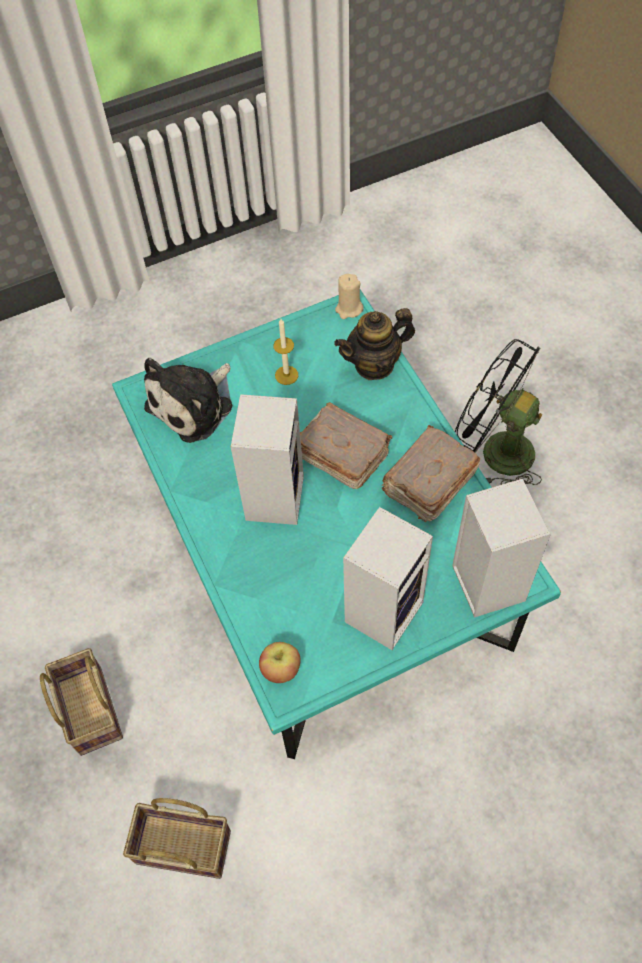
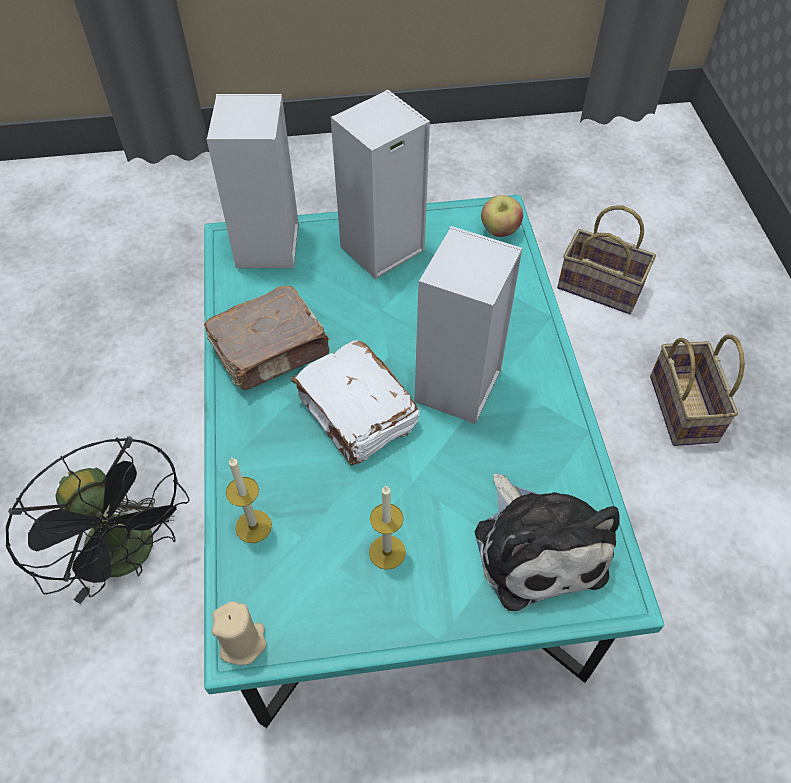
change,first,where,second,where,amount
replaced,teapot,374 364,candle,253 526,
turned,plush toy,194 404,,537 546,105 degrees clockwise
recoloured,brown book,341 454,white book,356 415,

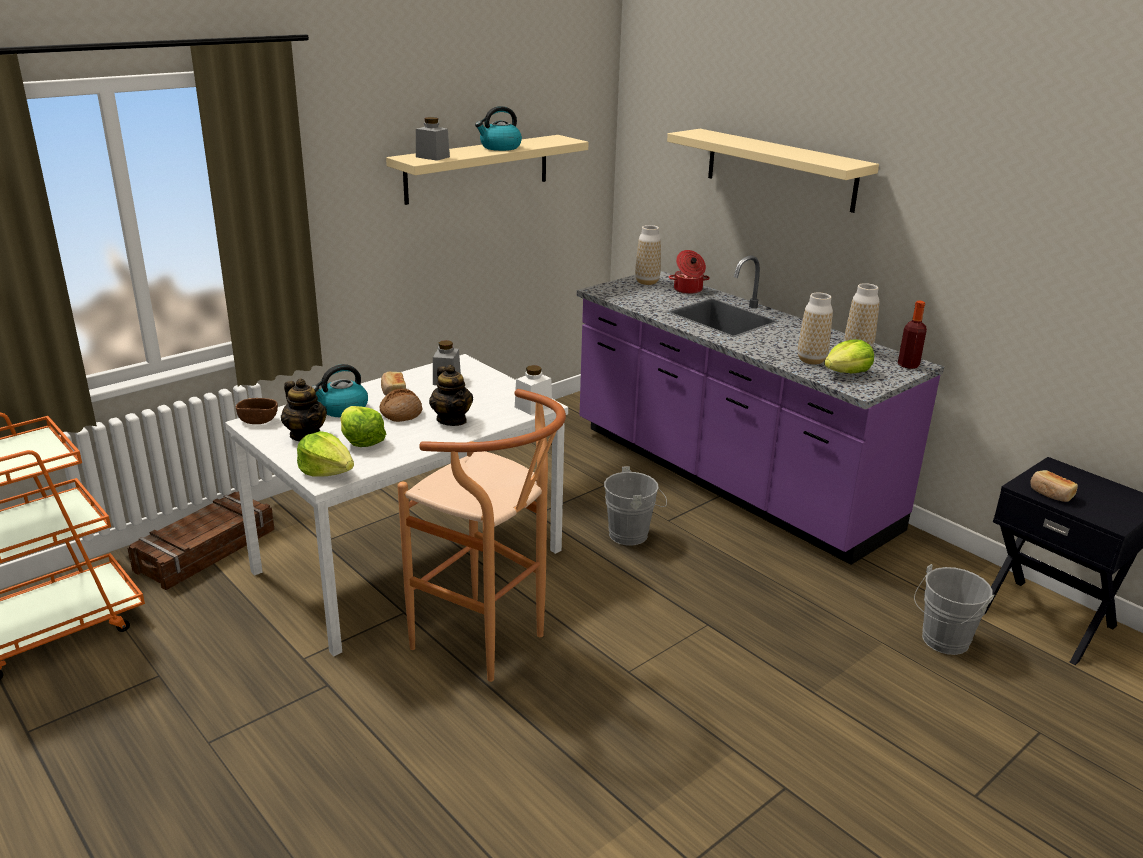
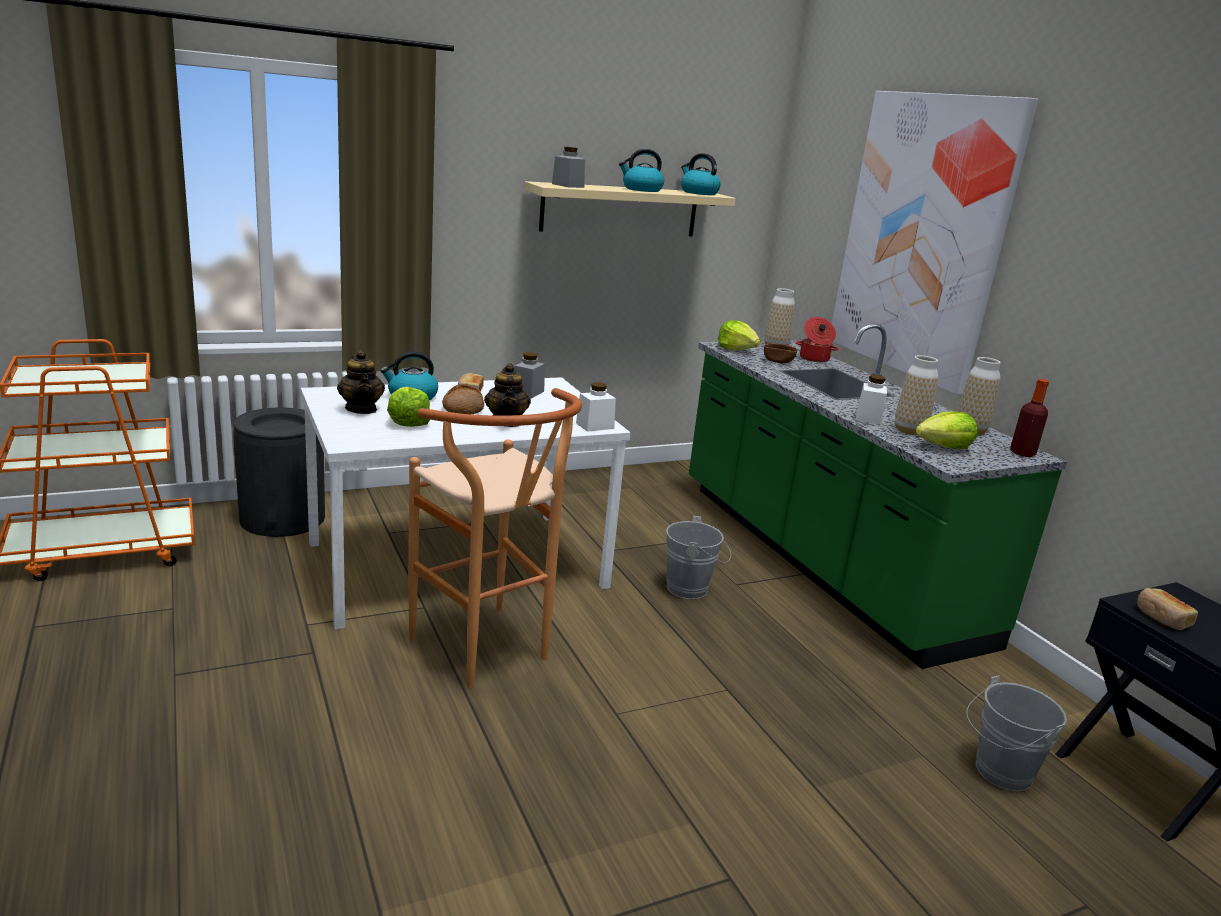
change,first,where,second,where,amount
replaced,beige shelf,780 169,picture,922 237,
recoloured,purple counter,727 478,green counter,820 560,
moved,brown bowl,258 420,,778 361,
moved,lettuce,327 471,,737 349,
replaced,crate,207 551,black trash can,283 518,
added,,,kettle,698 193,
added,,,white jar,868 418,

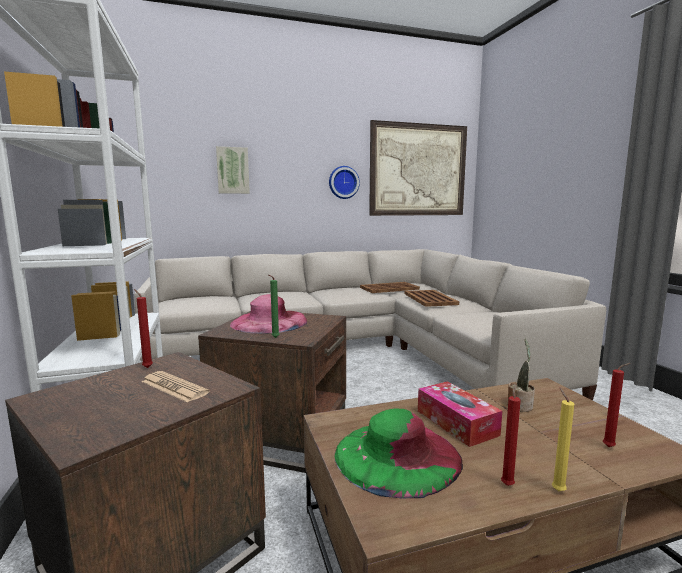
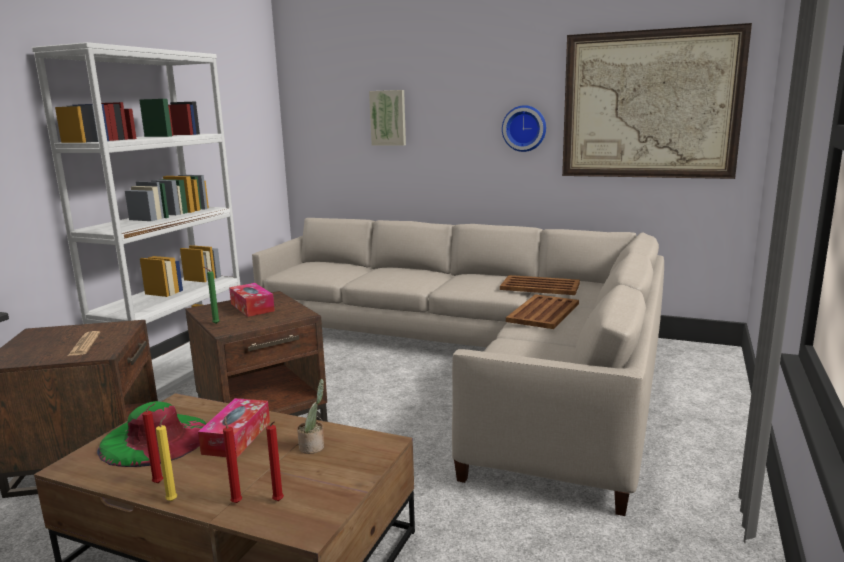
change,first,where,second,where,amount
moved,red candle,146 367,,236 502,
replaced,pink hat,269 322,tissue box,252 307,

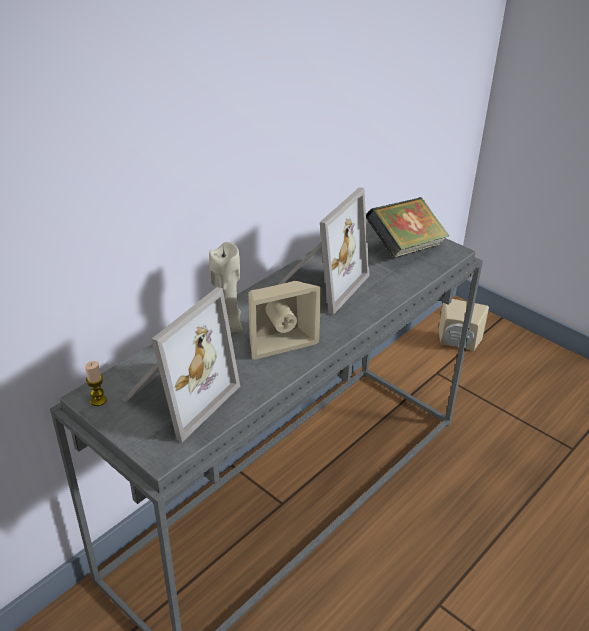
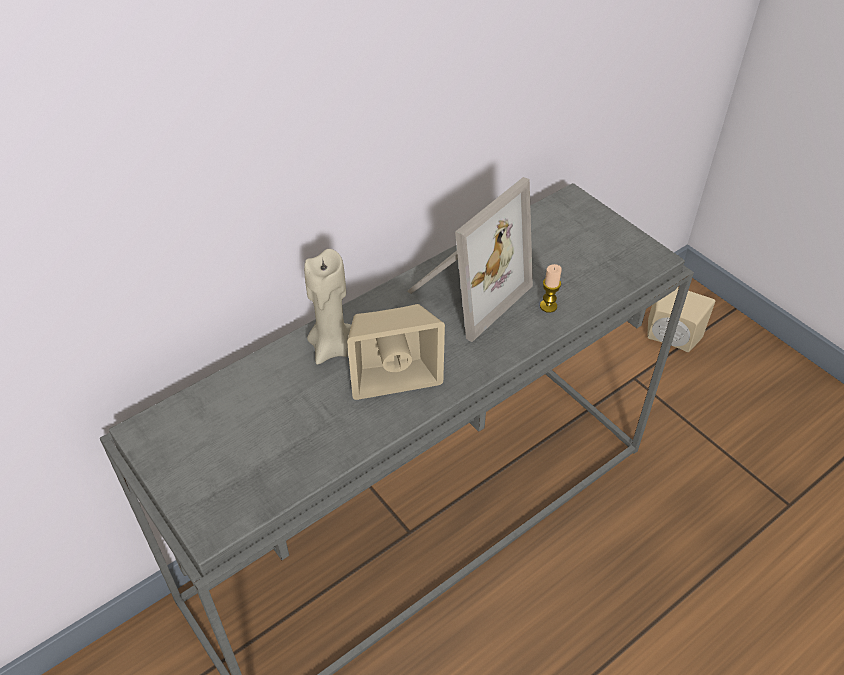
change,first,where,second,where,amount
removed,book,405 248,,,
removed,picture frame,177 395,,,
moved,candle,98 400,,548 306,

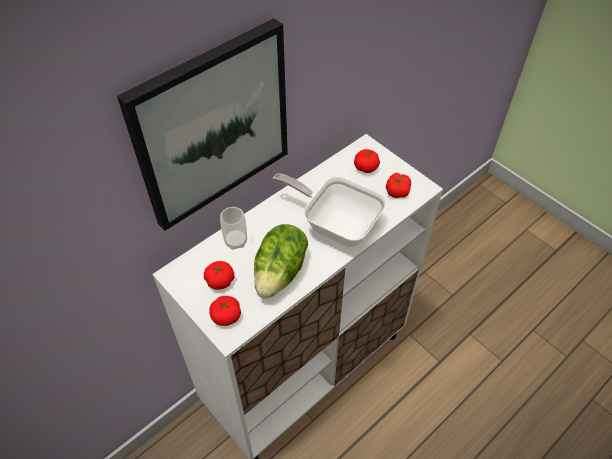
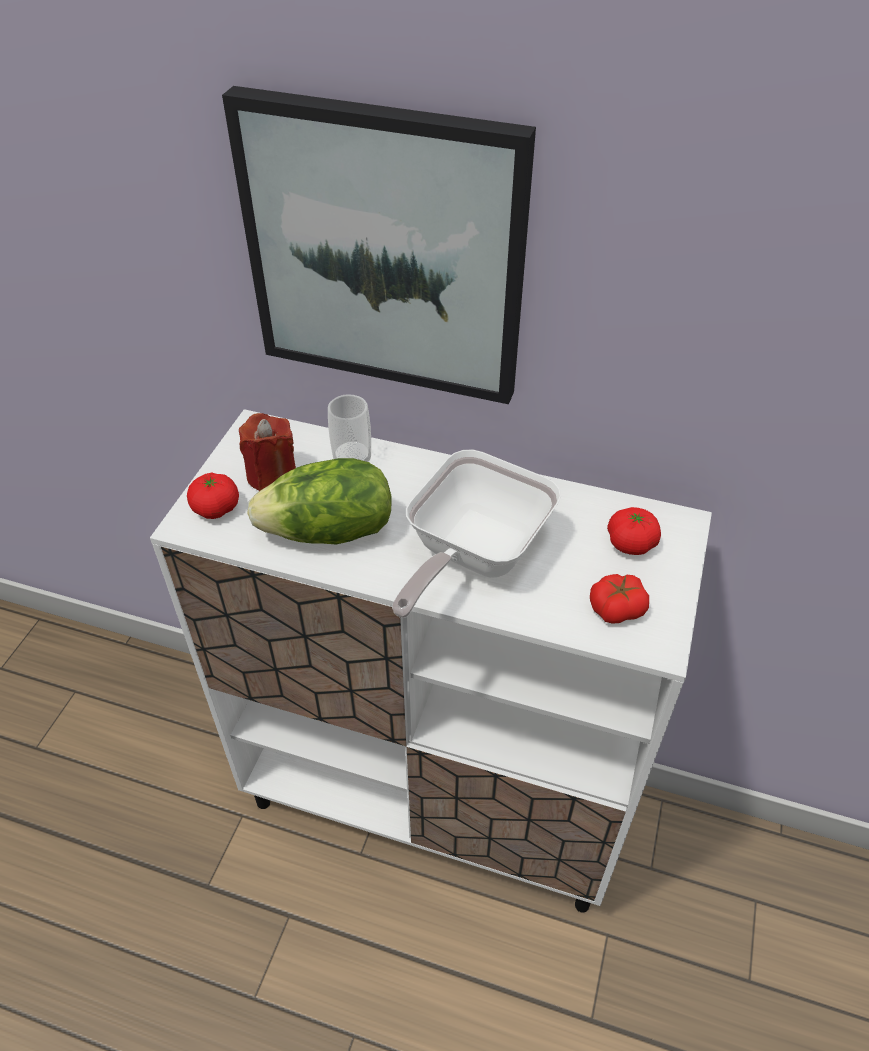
change,first,where,second,where,amount
turned,frying pan,336 224,,471 556,150 degrees counterclockwise
replaced,tomato,220 281,red candle,272 475,

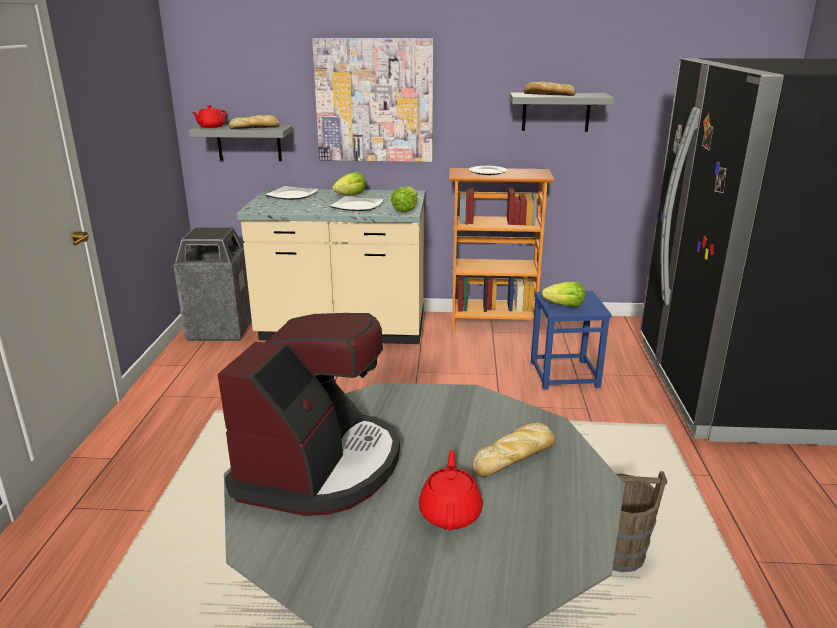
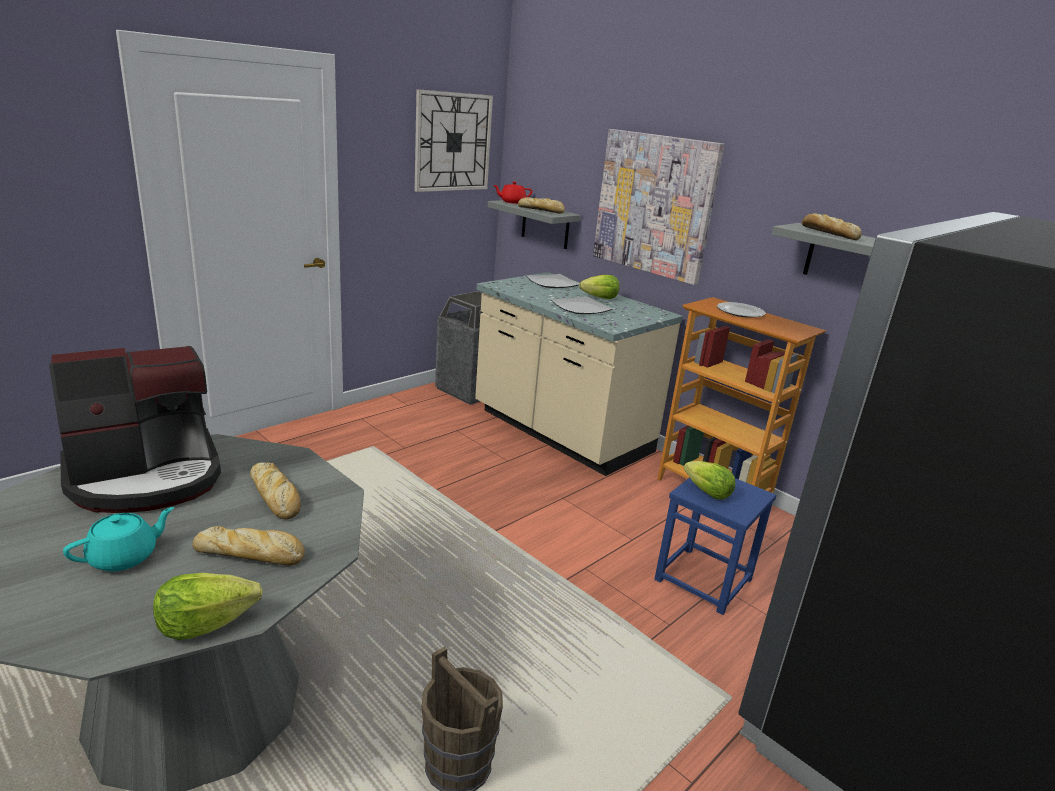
change,first,where,second,where,amount
moved,lettuce,405 210,,205 624,
recoloured,red teapot,450 513,turquoise teapot,124 557,
added,,,wall clock,453 142,
added,,,bread,276 497,

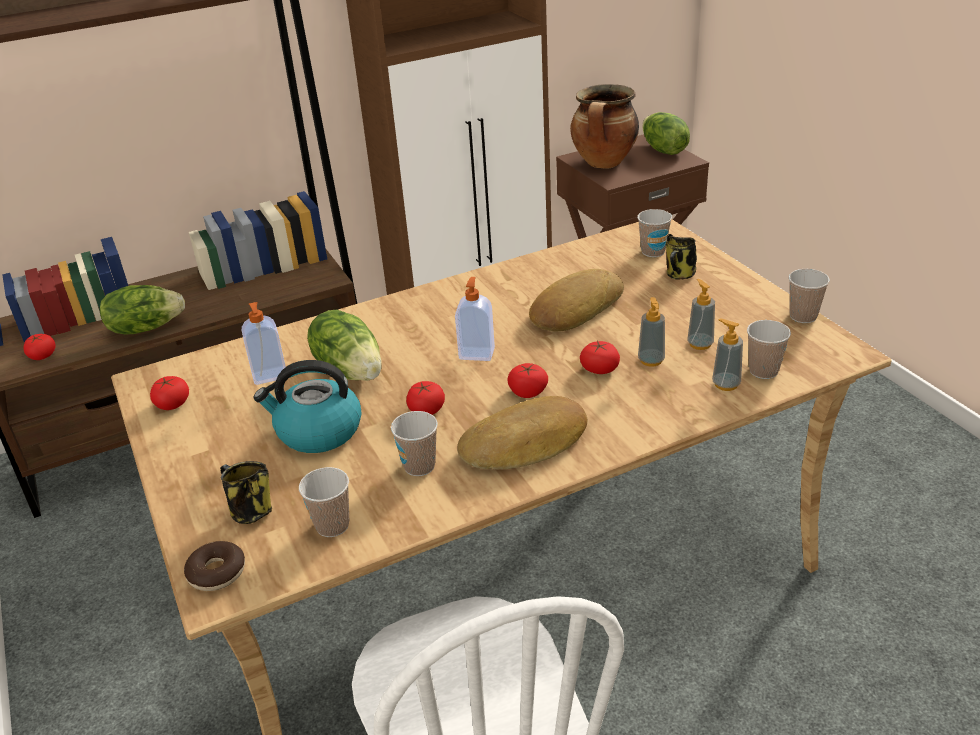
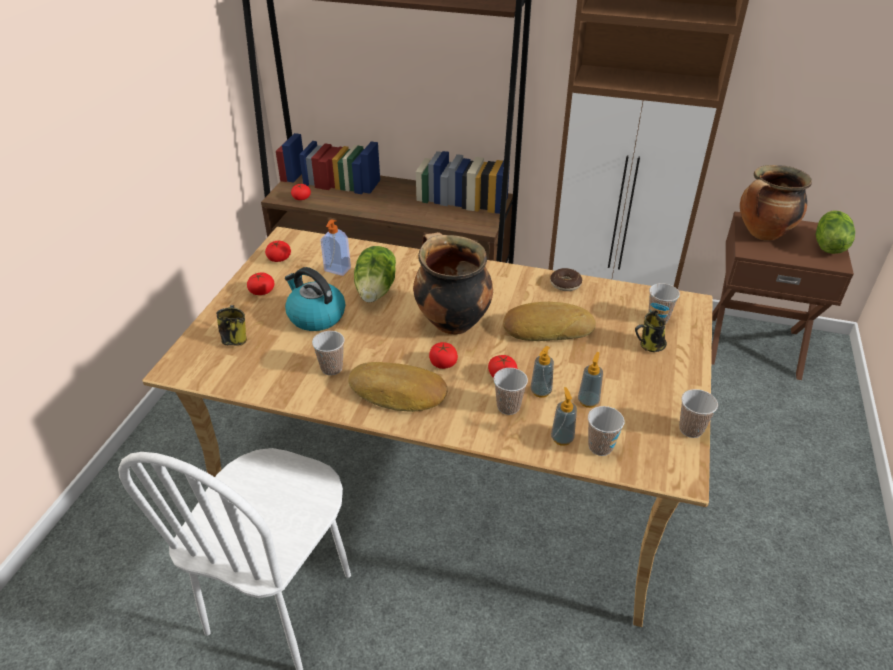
change,first,where,second,where,amount
replaced,soap dispenser,477 353,cooking pot,451 321,
removed,lettuce,145 328,,,
moved,tomato,426 410,,262 291,
moved,cup,332 526,,508 407,
moved,donut,217 573,,565 284,

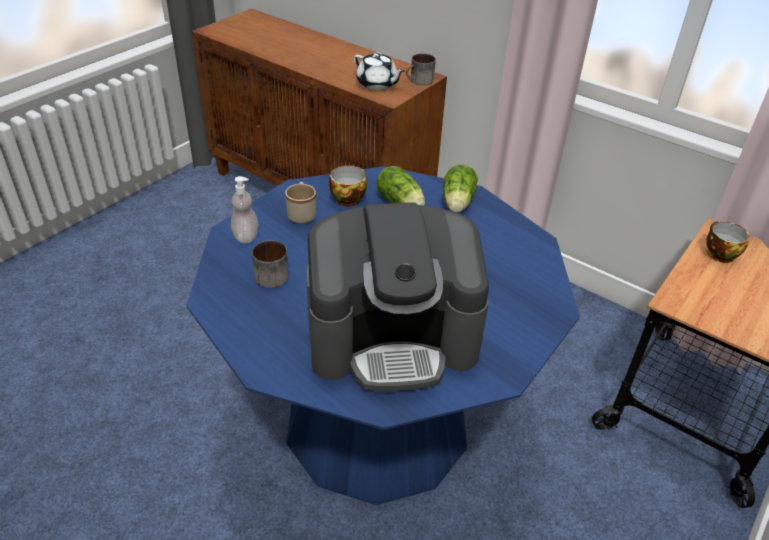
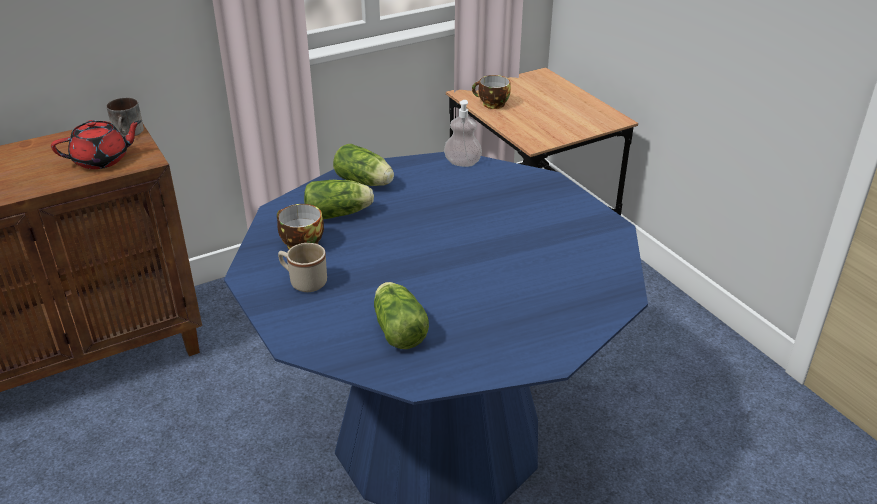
change,first,where,second,where,amount
recoloured,white teapot,377 84,red teapot,102 160,
moved,soap dispenser,245 236,,462 163,
removed,coffee machine,393 337,,,
replaced,mug,268 274,lettuce,398 328,

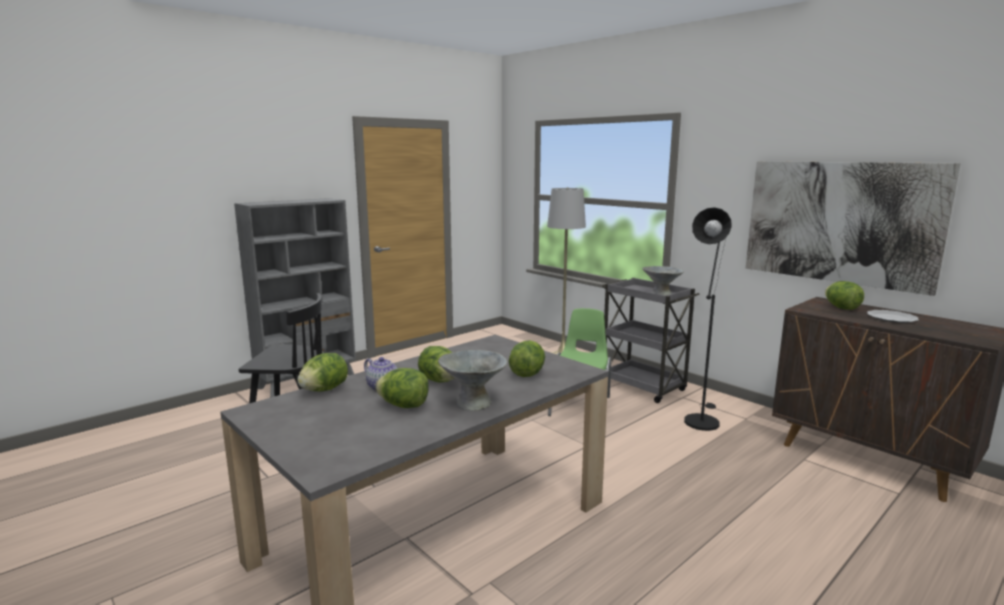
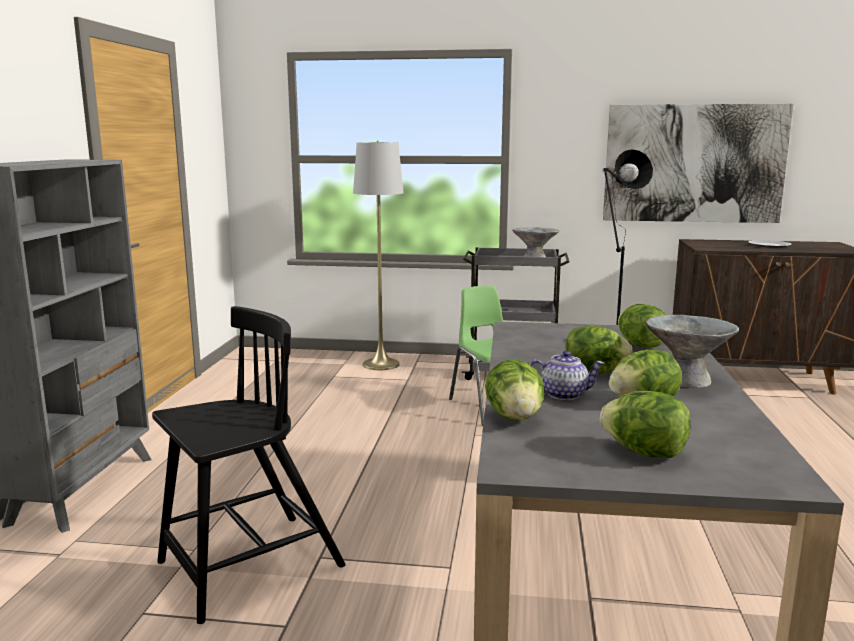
change,first,where,second,where,amount
moved,lettuce,841 308,,644 453,

